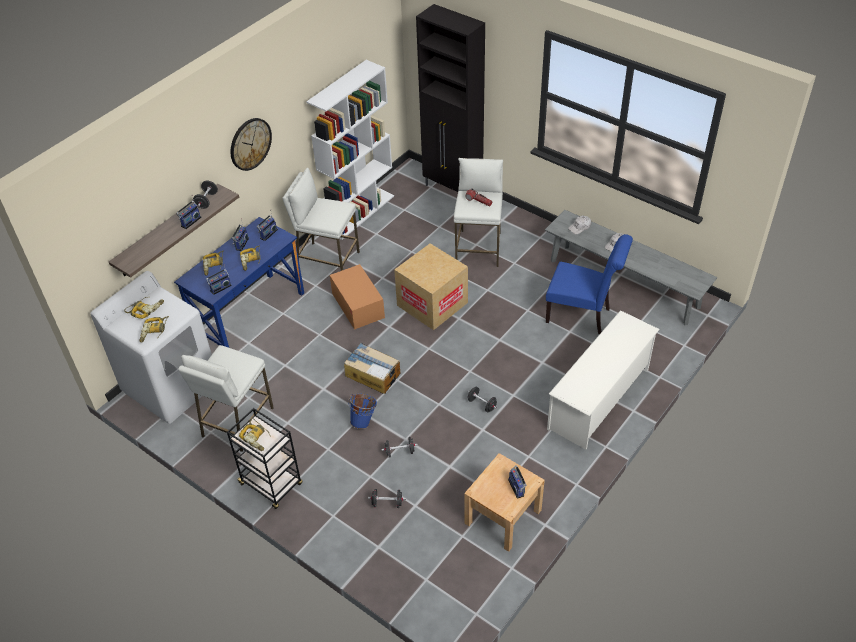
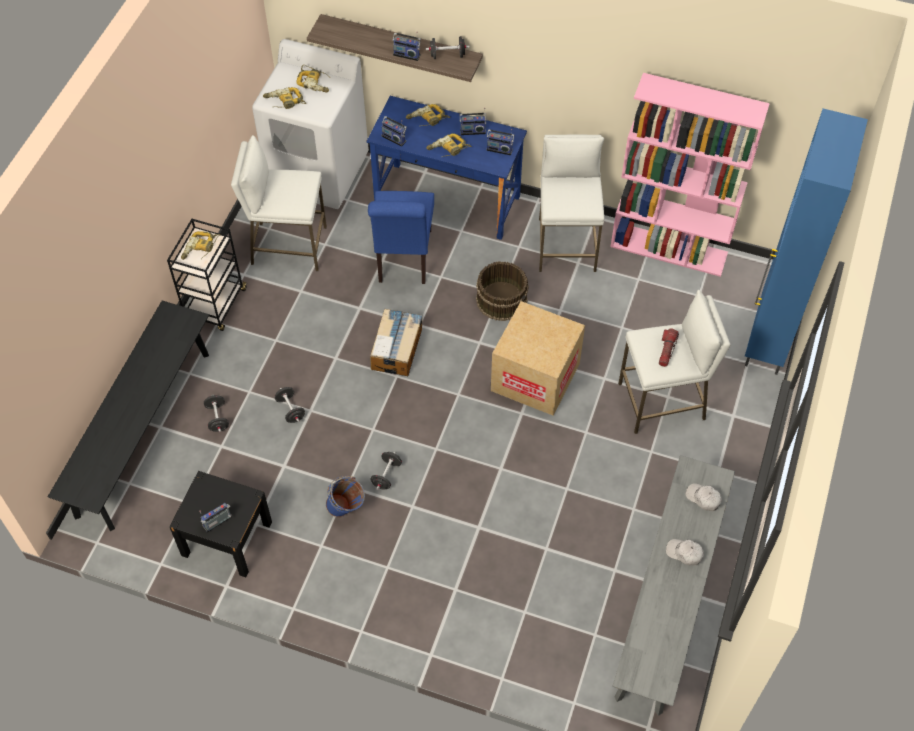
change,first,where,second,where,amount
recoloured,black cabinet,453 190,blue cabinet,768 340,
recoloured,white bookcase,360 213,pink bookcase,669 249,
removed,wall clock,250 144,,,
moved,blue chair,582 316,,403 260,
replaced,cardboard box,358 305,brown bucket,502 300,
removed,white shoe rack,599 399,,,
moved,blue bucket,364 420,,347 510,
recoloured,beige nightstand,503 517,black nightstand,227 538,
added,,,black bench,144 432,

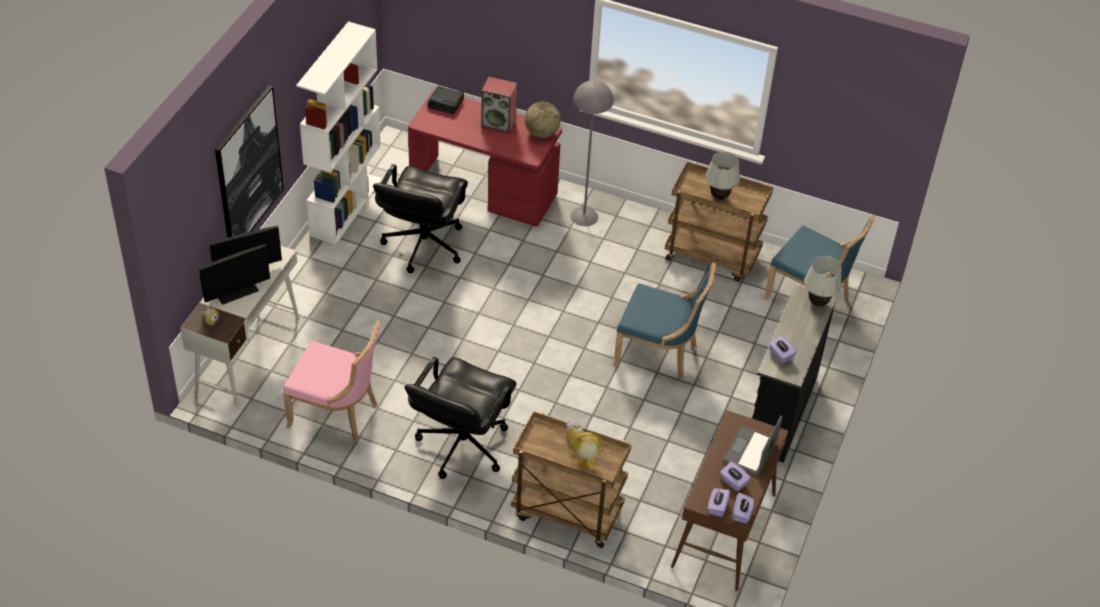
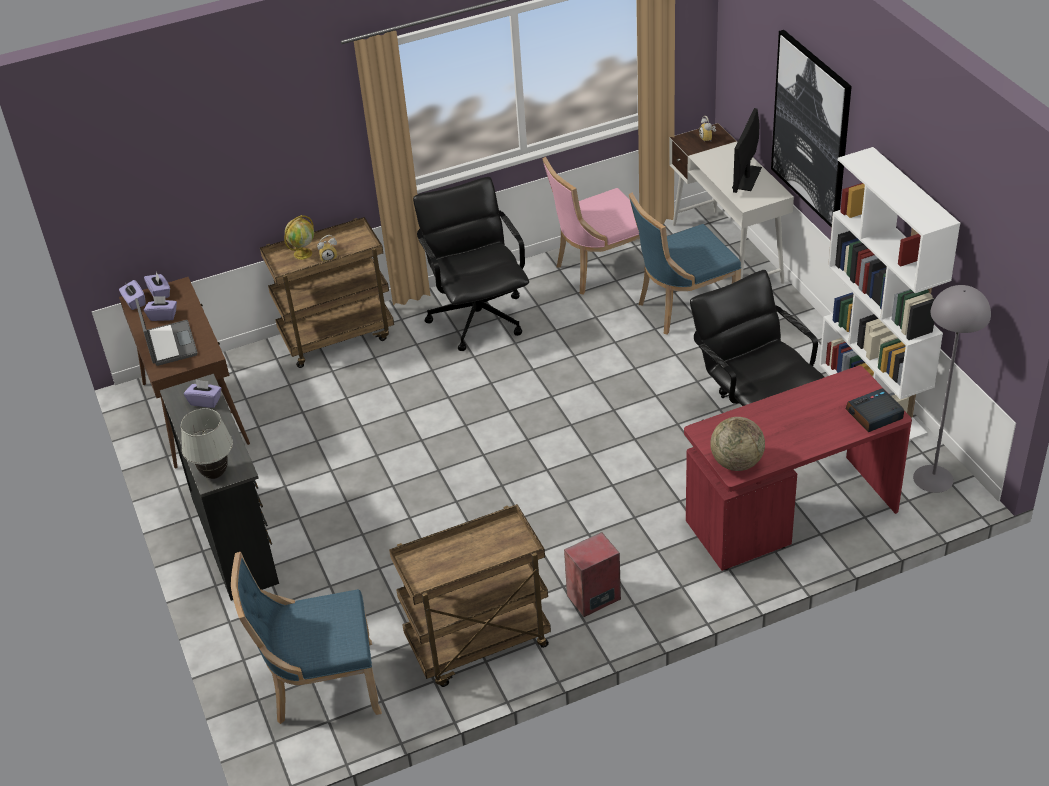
change,first,where,second,where,amount
moved,speaker,499 123,,593 598,
moved,grey floor lamp,584 216,,933 478,
removed,white table lamp,719 197,,,
removed,monitor,237 292,,,
moved,blue chair,659 354,,682 308,

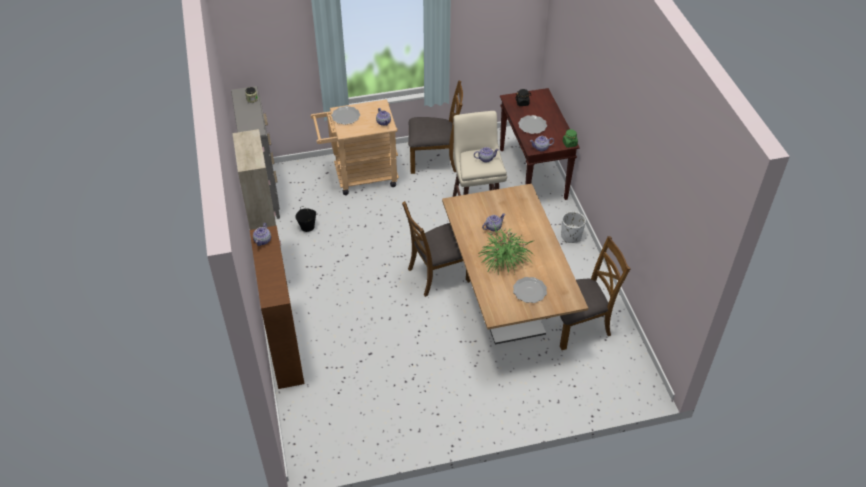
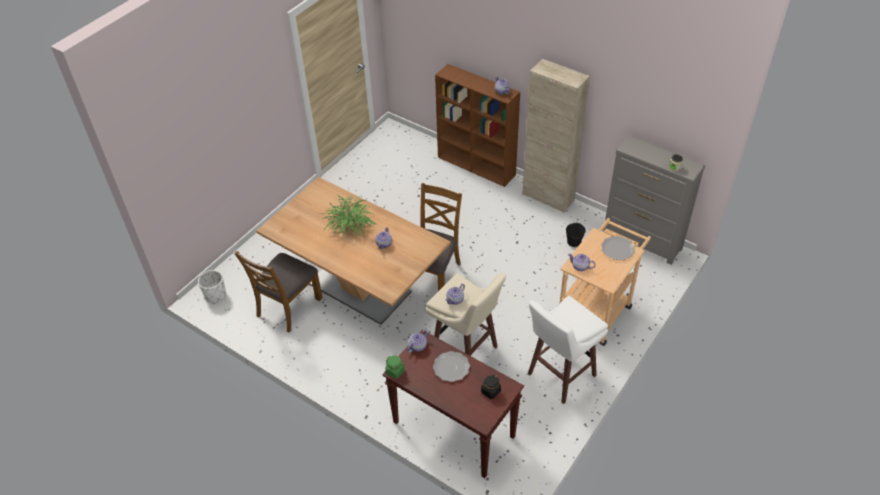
change,first,where,second,where,amount
replaced,brown chair,434 160,white stool,560 375,
moved,white planter,571 236,,215 295,
removed,plate,529 291,,,

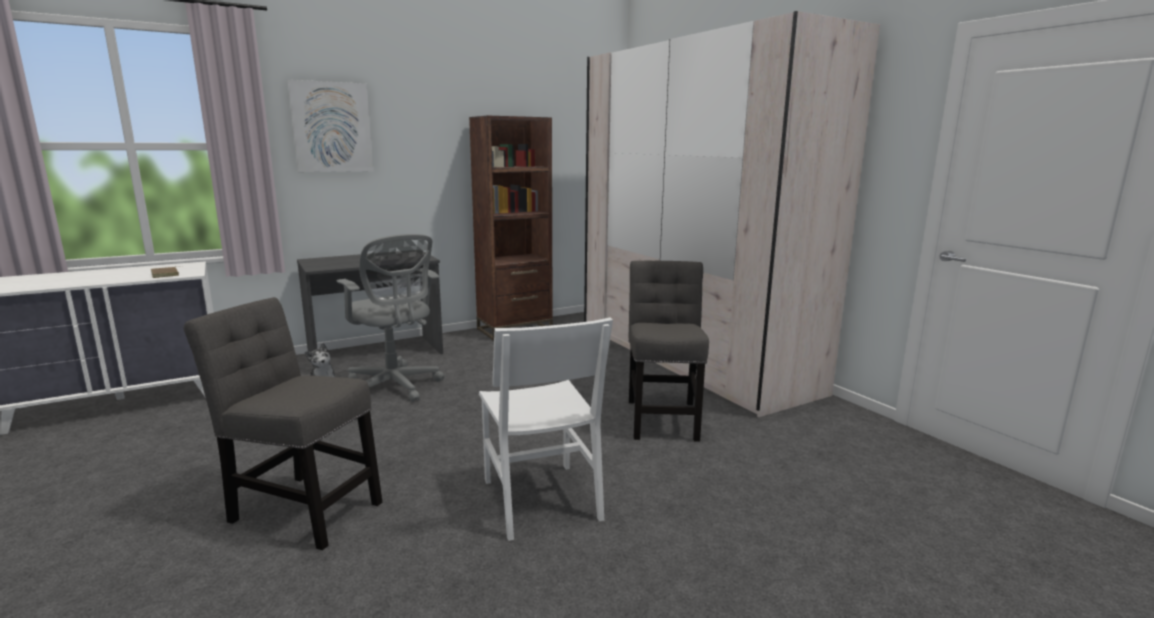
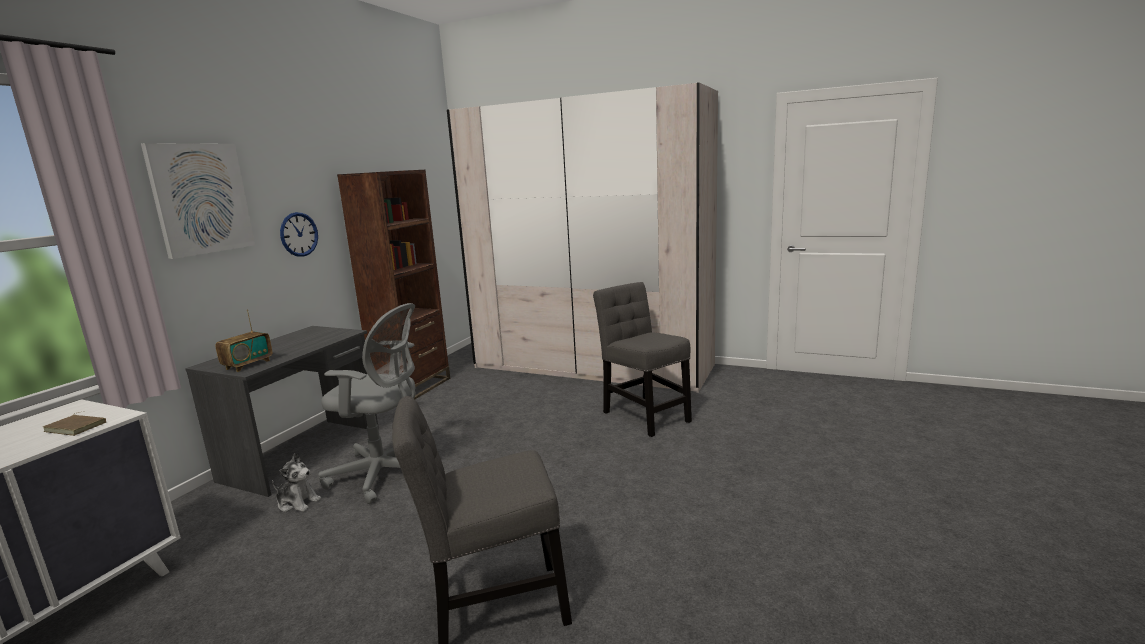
change,first,where,second,where,amount
removed,white chair,540 499,,,
added,,,wall clock,299 234,
added,,,radio,248 365,

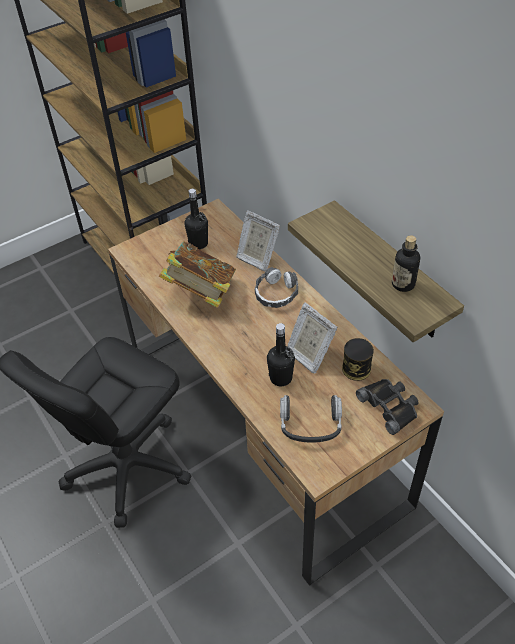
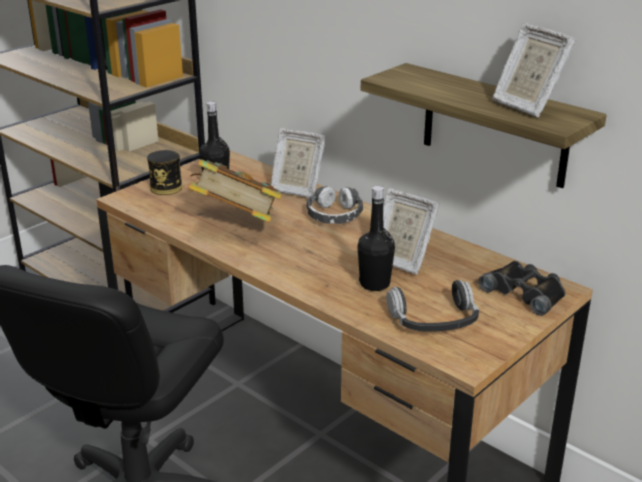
change,first,where,second,where,amount
replaced,bottle,403 284,picture frame,526 106,
moved,can,356 369,,166 188,

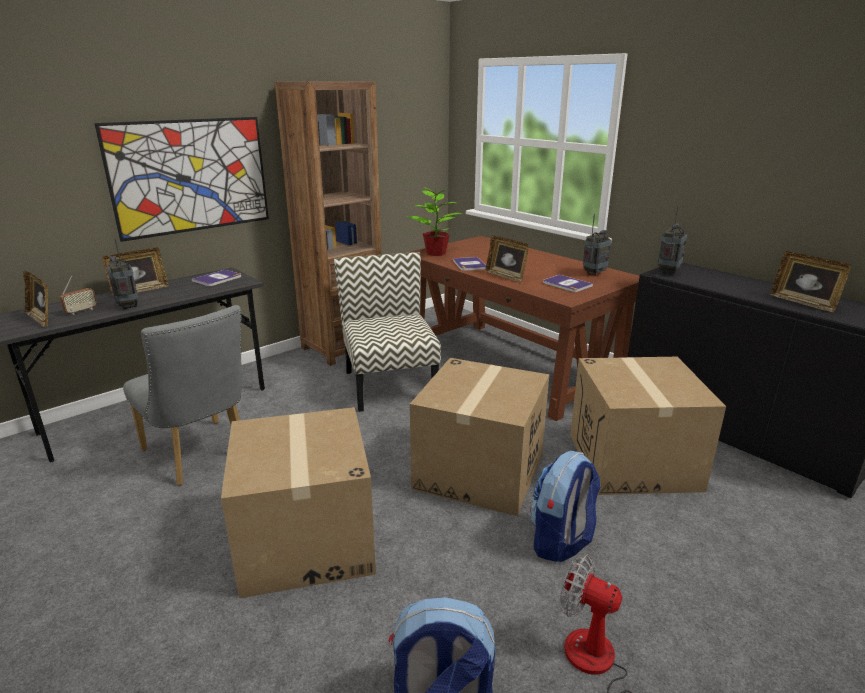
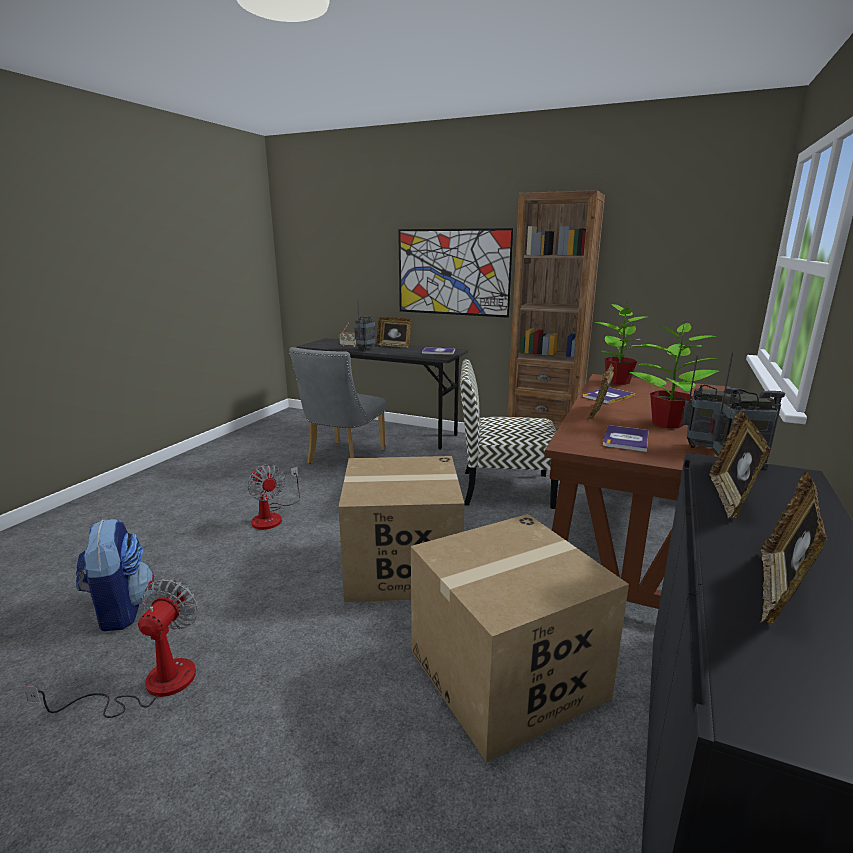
change,first,where,second,where,amount
turned,chair,389 384,,504 489,135 degrees counterclockwise
moved,picture frame,42 319,,730 498,
replaced,cardboard box,305 539,fan,272 516,
removed,backpack,561 541,,,
added,,,potted plant,666 423,

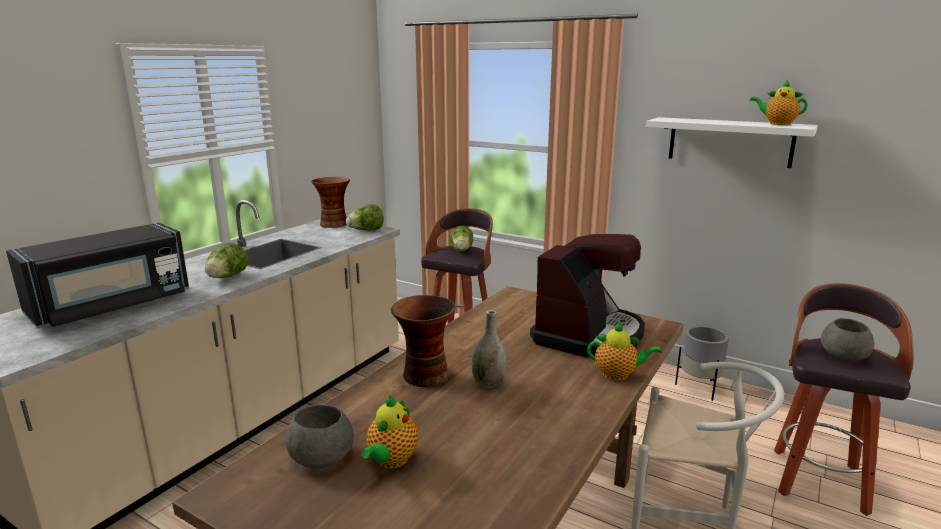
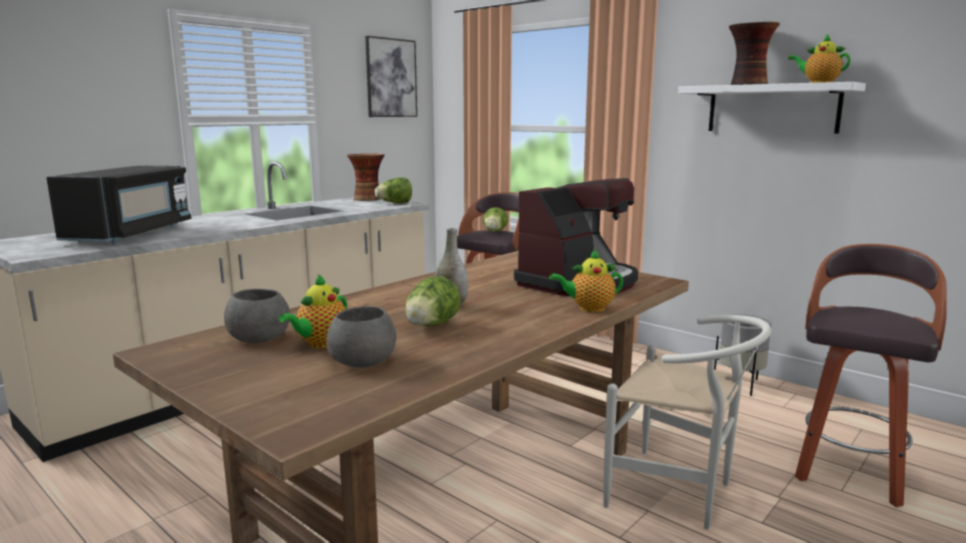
change,first,where,second,where,amount
turned,black microwave,112 306,,131 234,45 degrees counterclockwise
moved,lettuce,227 277,,431 326,
moved,vase,424 376,,747 84,
moved,grey bowl,843 355,,363 361,
turned,teapot,618 375,,588 308,150 degrees clockwise
added,,,picture,391 78,

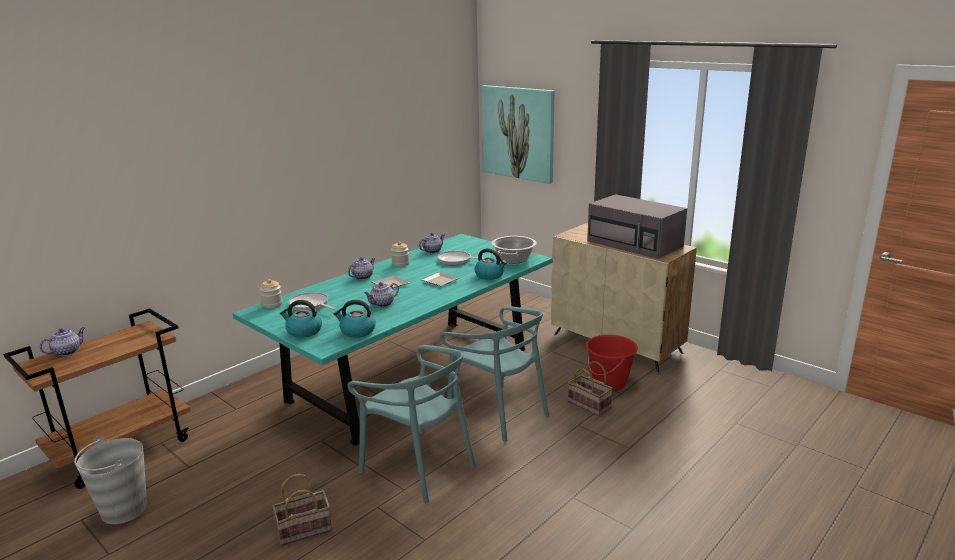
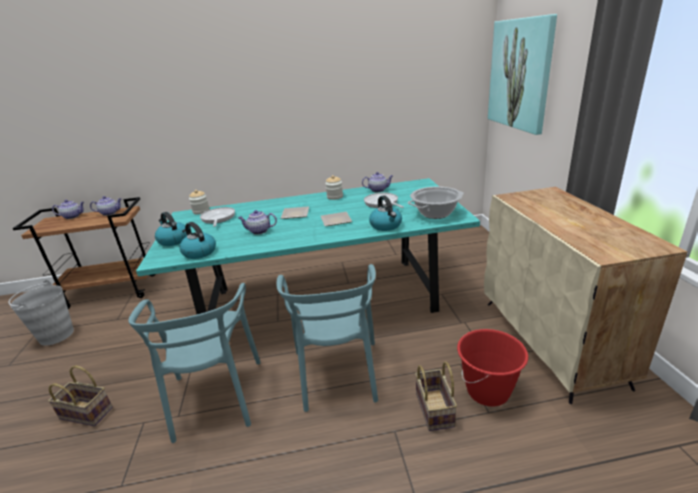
change,first,where,second,where,amount
removed,grey microwave,635 244,,,
moved,teapot,363 277,,110 213,

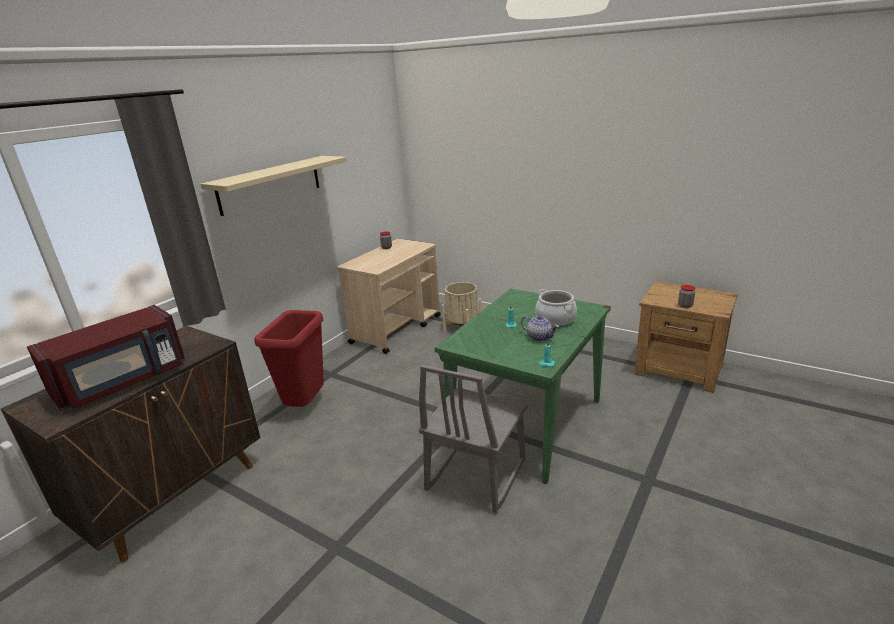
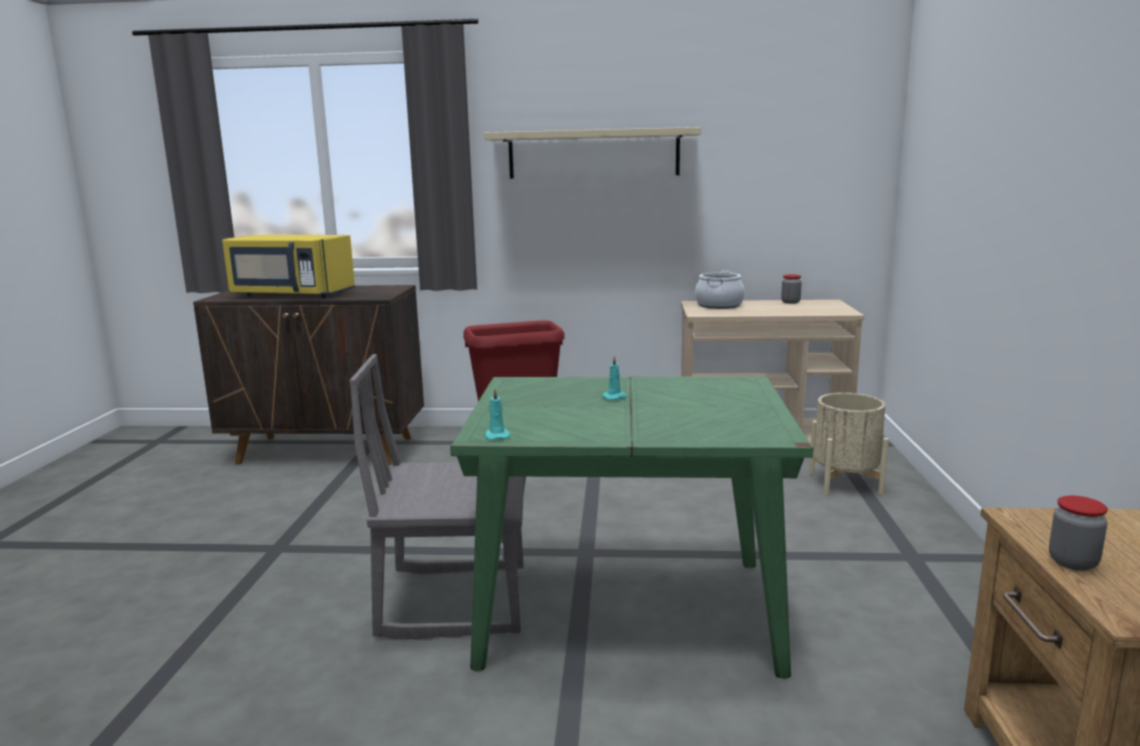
change,first,where,second,where,amount
moved,cooking pot,555 320,,719 305,
recoloured,red microwave,123 381,yellow microwave,290 295,
removed,teapot,539 337,,,

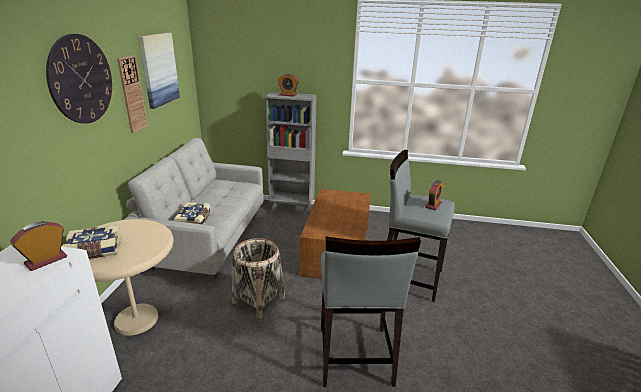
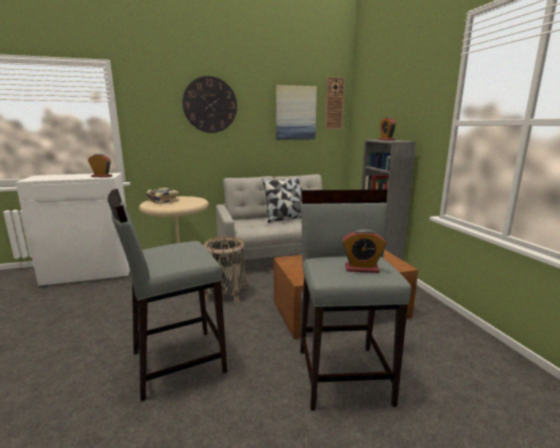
change,first,where,second,where,amount
moved,wall clock,132 94,,334 103,
removed,book,194 222,,,
added,,,pillow,285 218,

